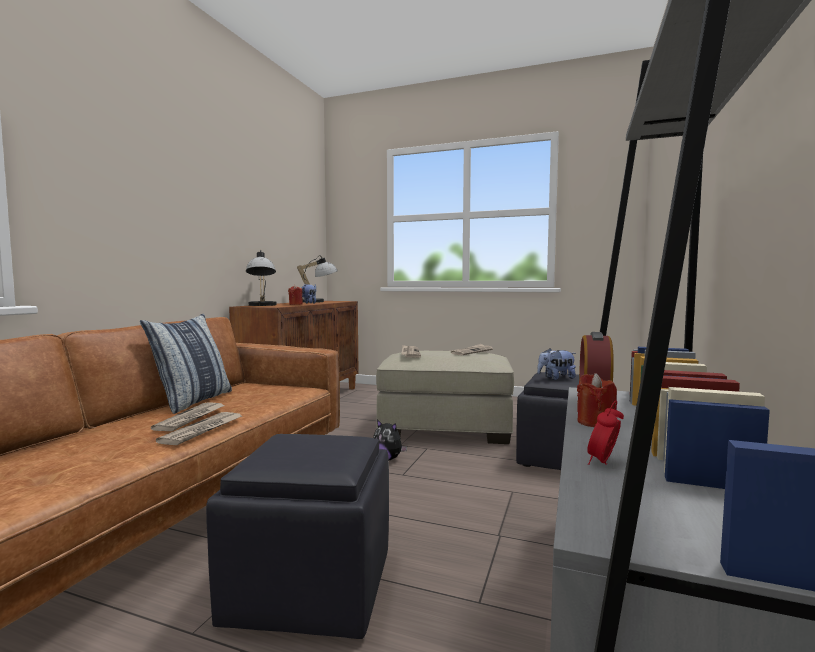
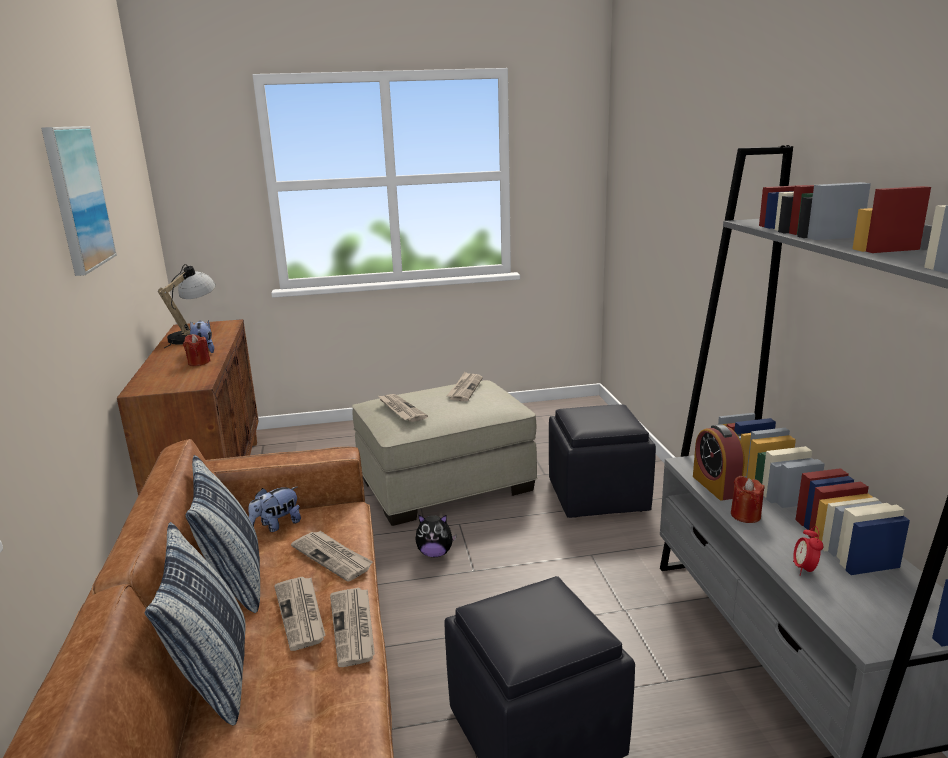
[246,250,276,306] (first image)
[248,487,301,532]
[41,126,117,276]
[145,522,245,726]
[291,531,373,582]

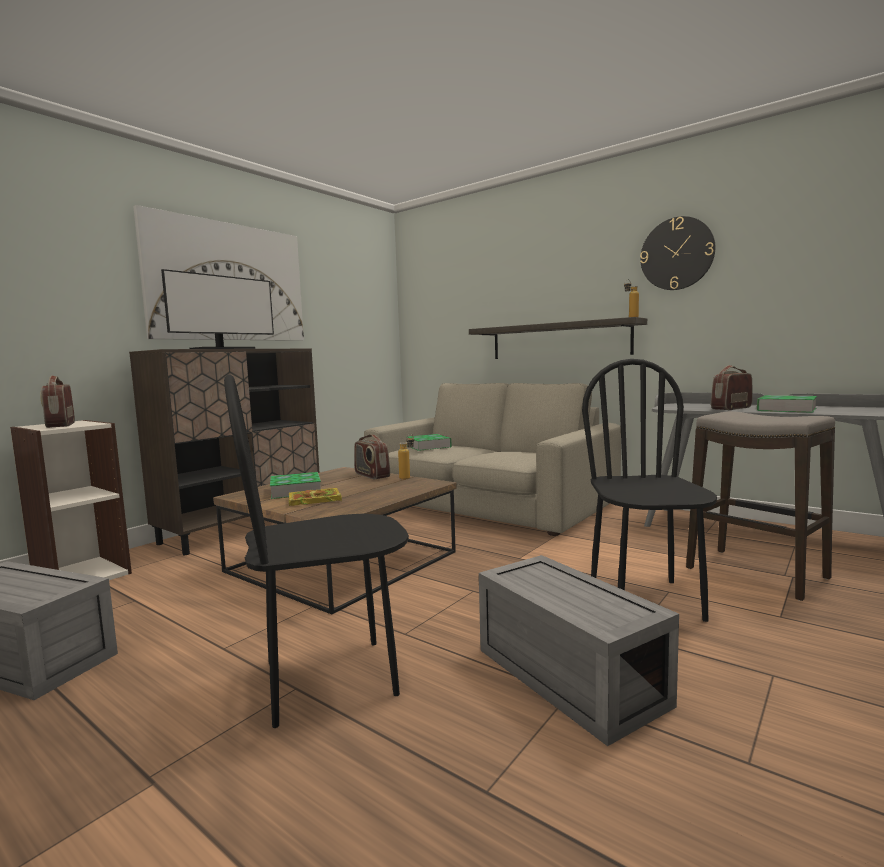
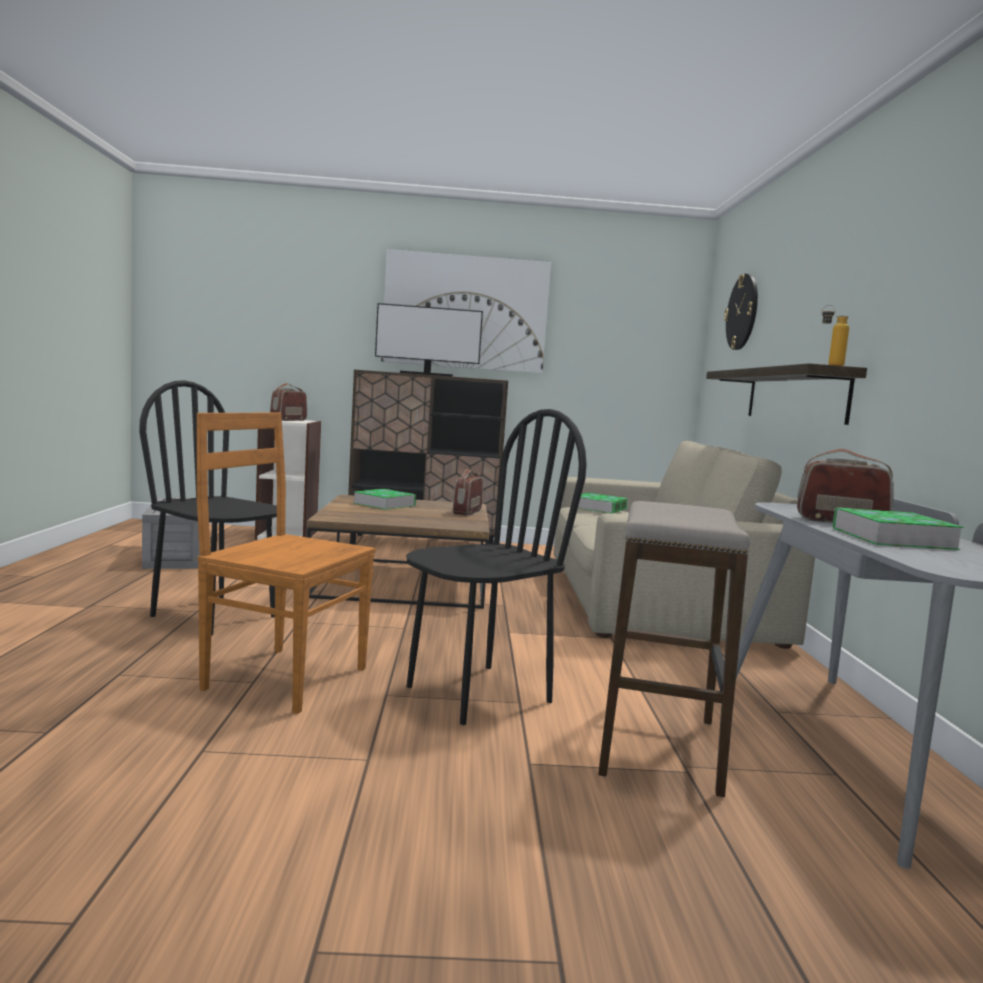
[724,274,758,350]
[398,434,414,480] (first image)
[289,488,342,506] (first image)
[197,413,376,714]

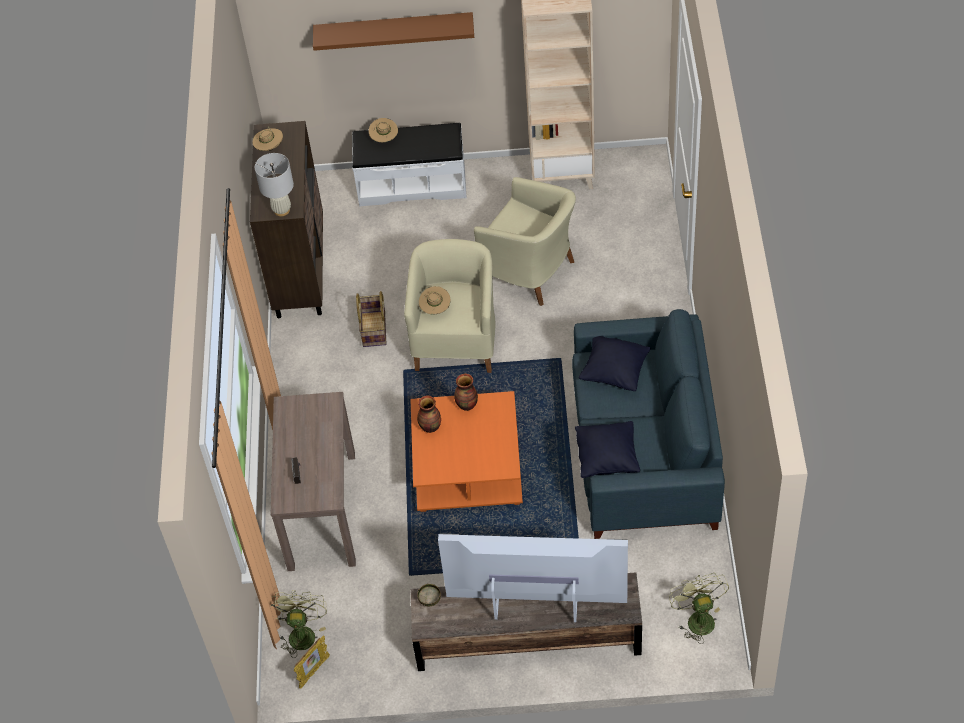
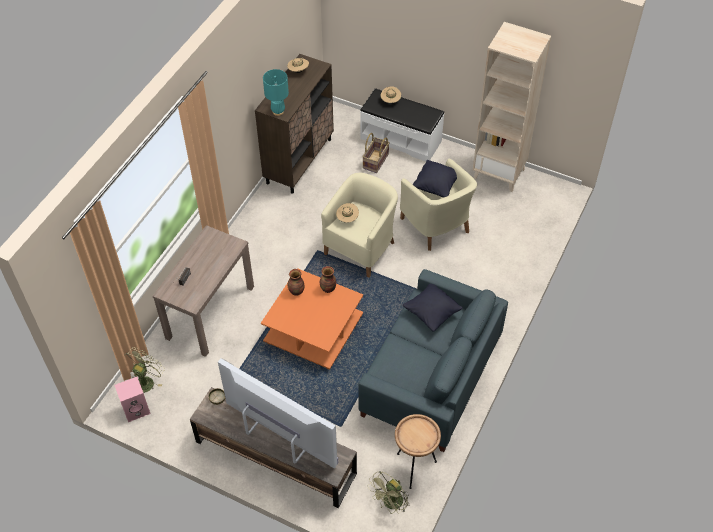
[313,12,474,51] (first image)
[263,69,289,116]
[362,133,390,173]
[413,160,457,198]
[368,471,410,514]
[115,377,151,422]
[395,414,441,489]

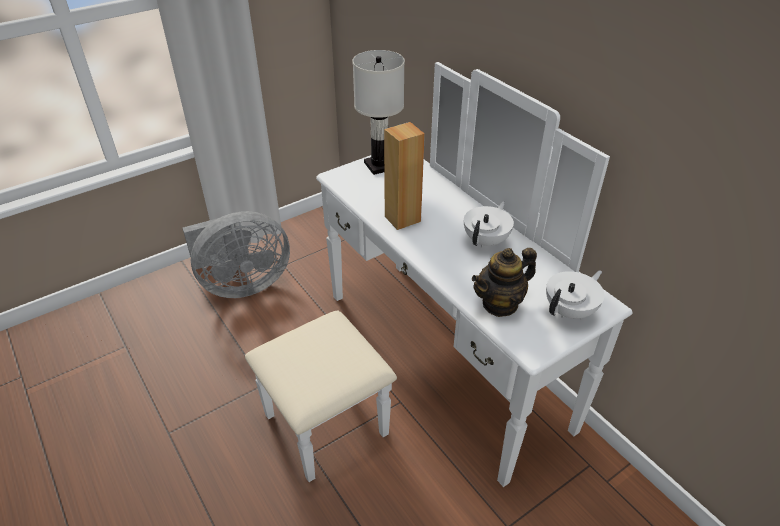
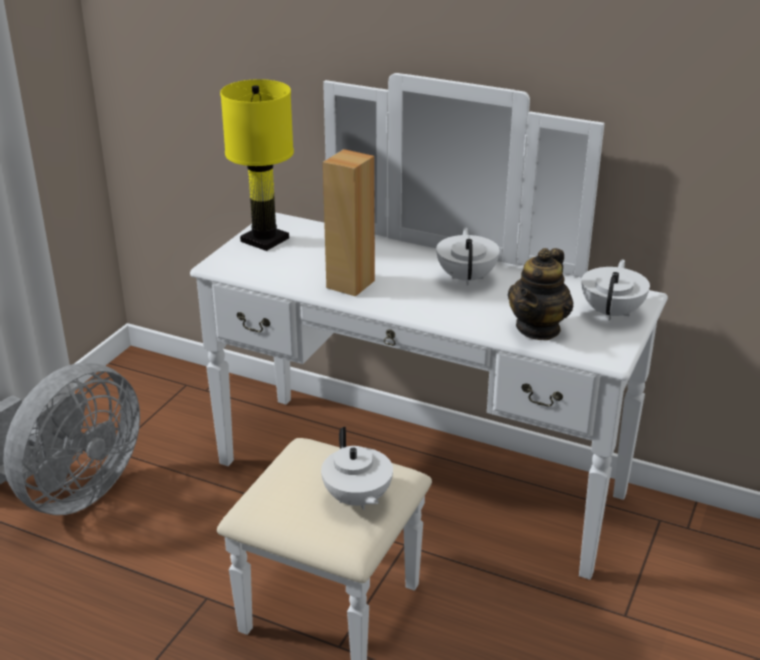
[220,79,294,251]
[321,427,393,510]

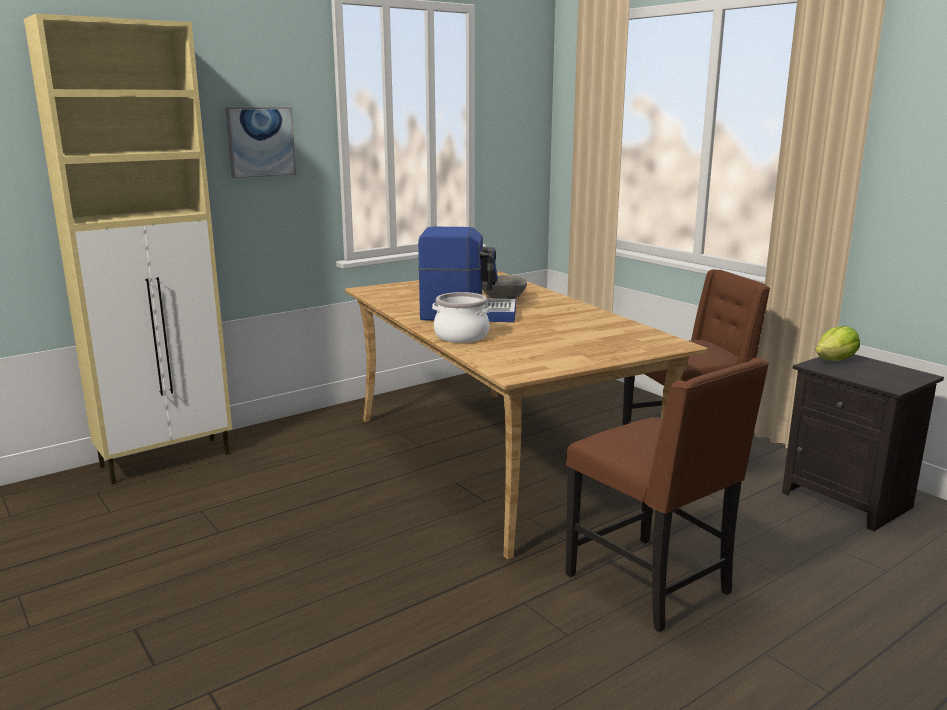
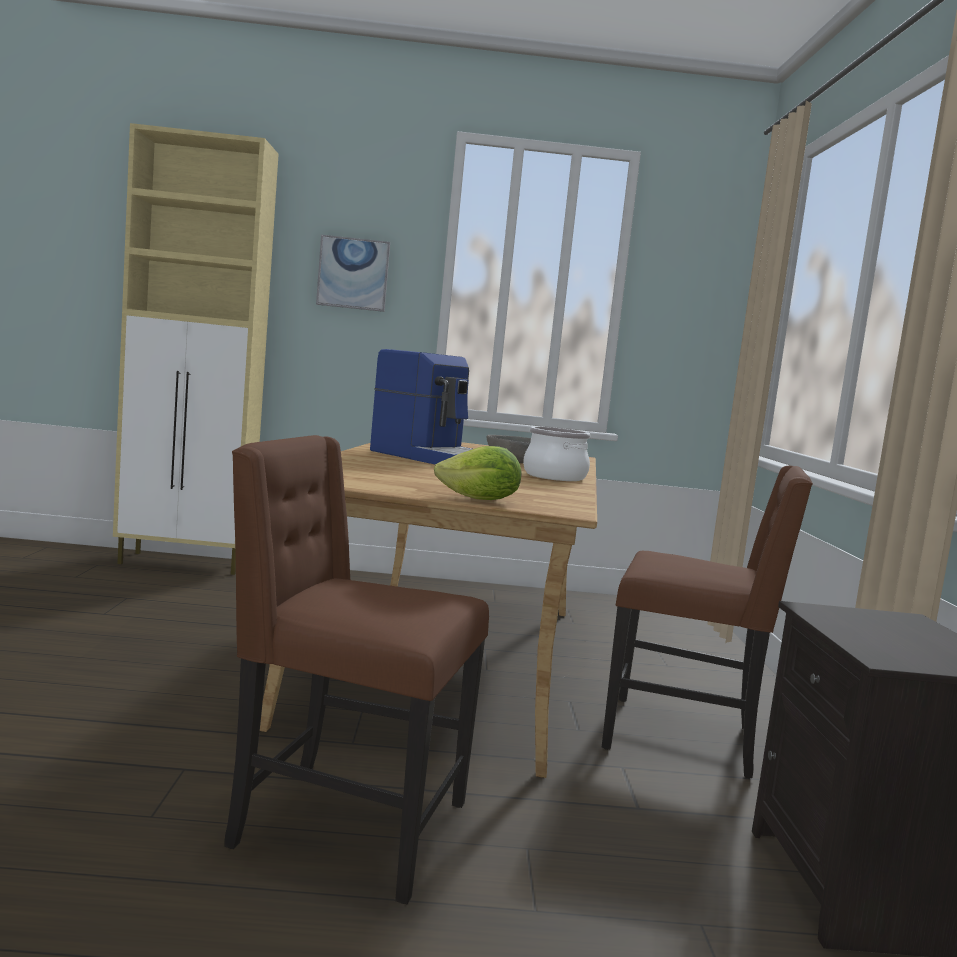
[523,426,590,481]
[434,446,522,500]
[224,435,489,905]

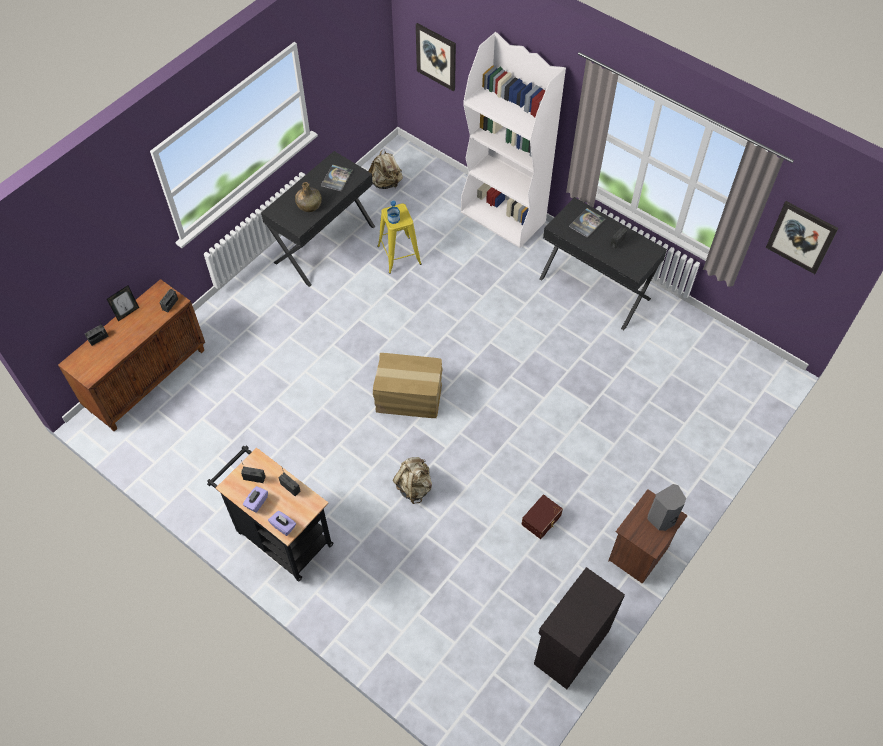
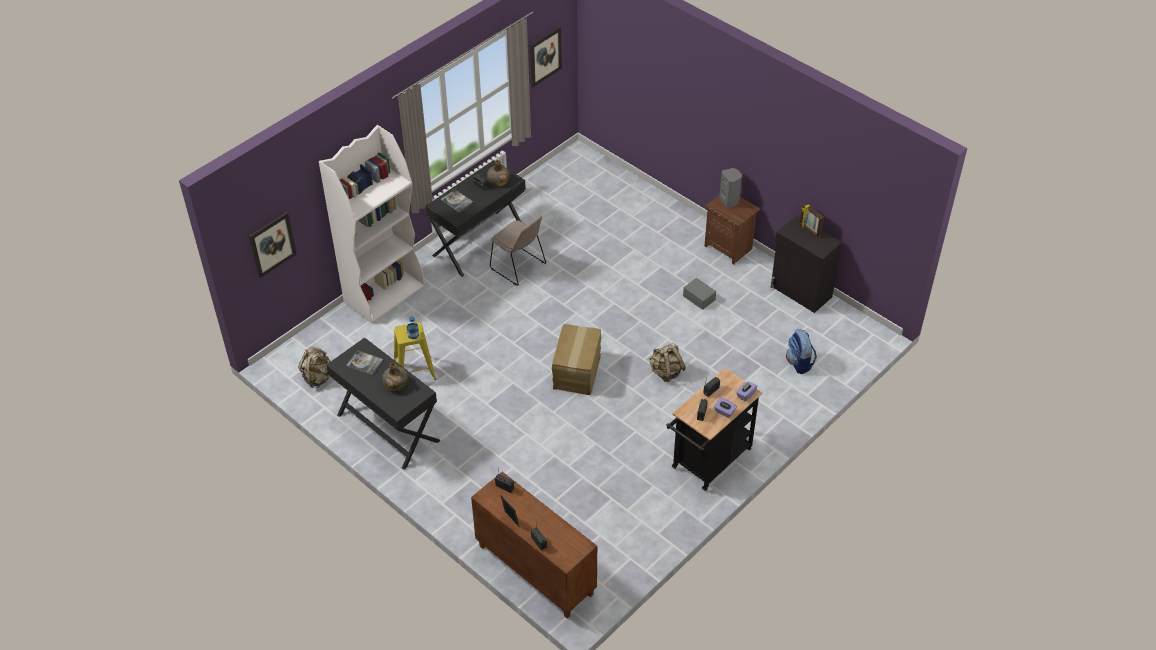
[683,278,716,310]
[487,160,510,187]
[799,202,824,238]
[490,215,546,286]
[786,329,817,374]

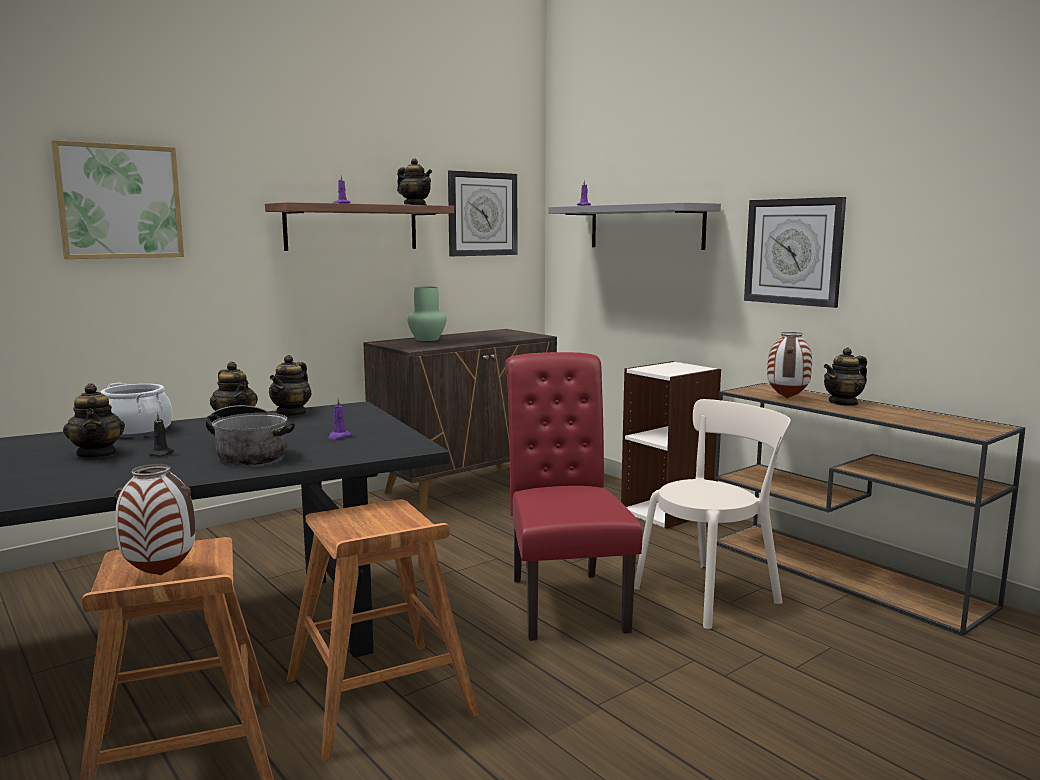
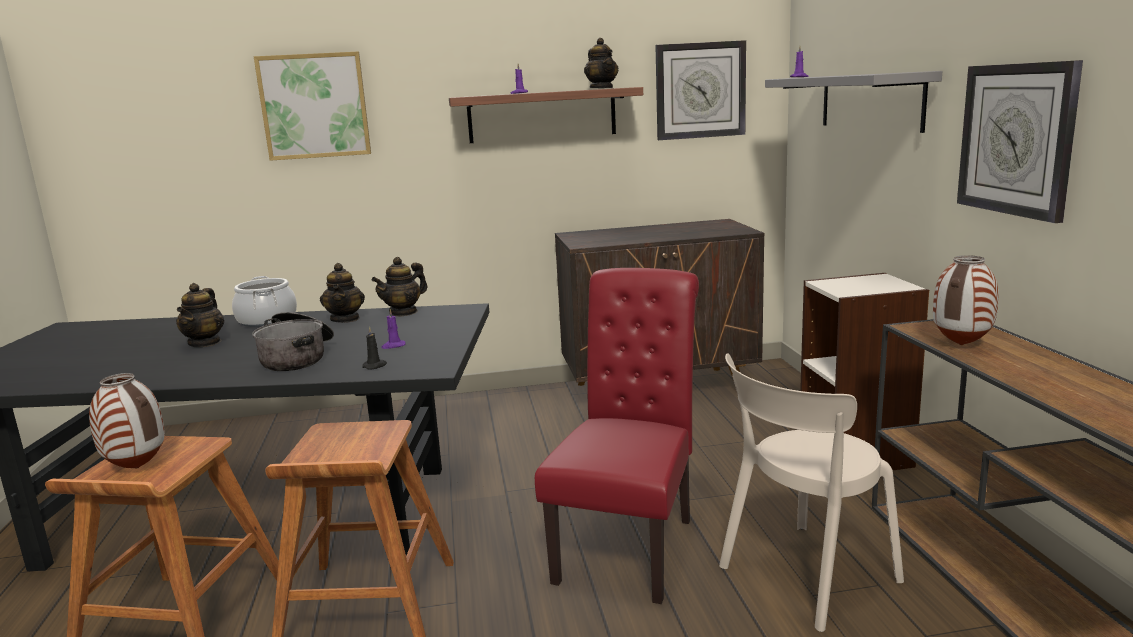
[407,287,447,341] (first image)
[824,348,867,406] (first image)
[719,353,904,632]
[362,326,387,370]

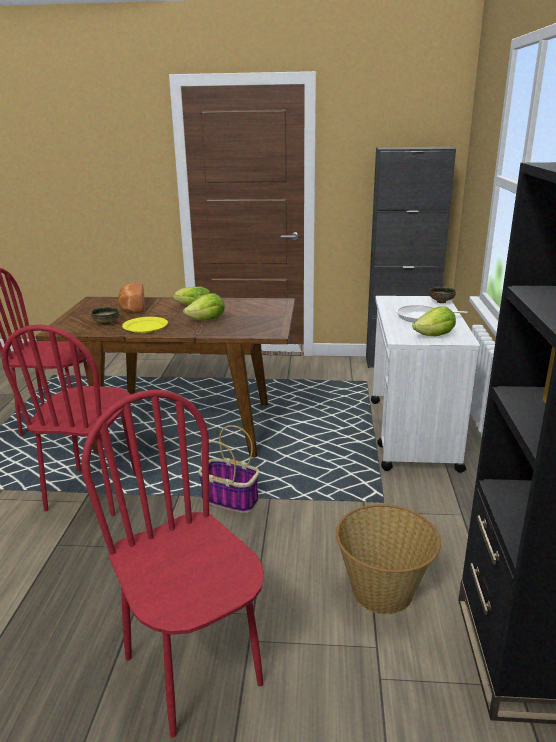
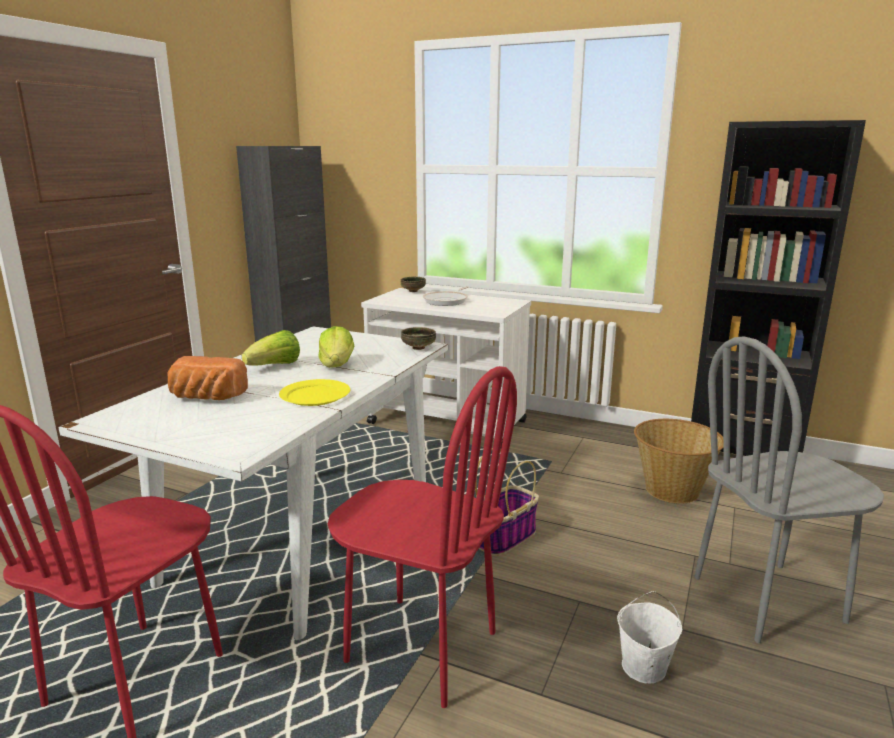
[58,326,448,640]
[412,306,456,336] (first image)
[401,327,436,350]
[695,336,884,643]
[617,591,682,683]

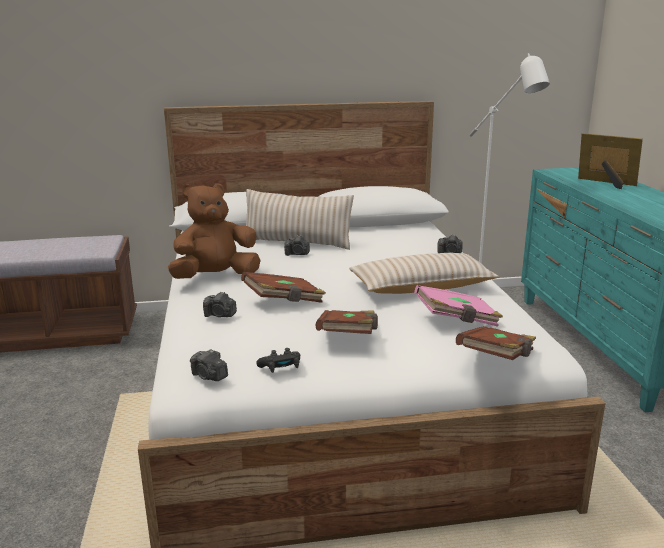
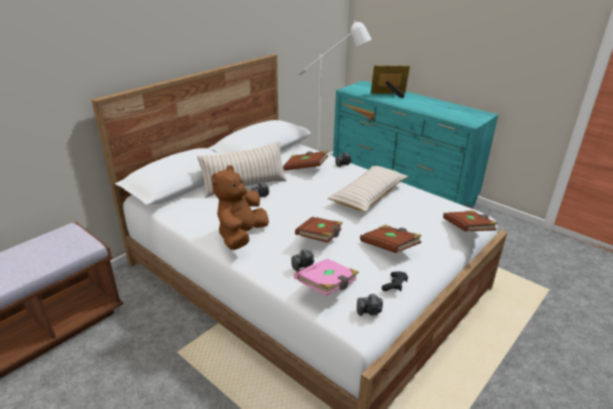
[294,258,359,296]
[283,150,328,171]

